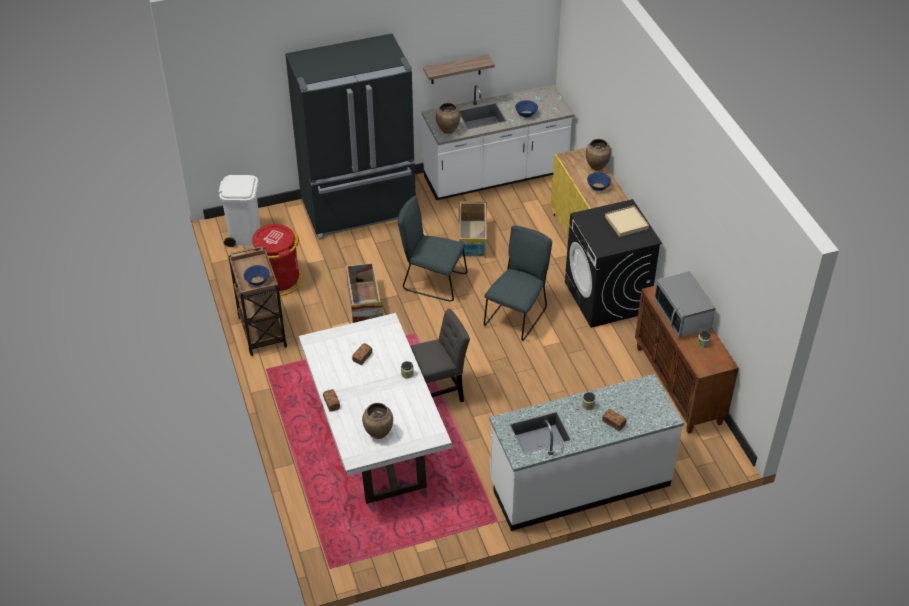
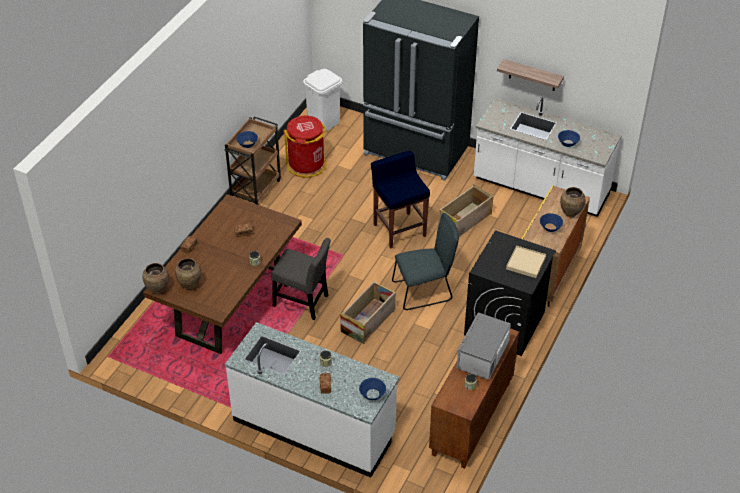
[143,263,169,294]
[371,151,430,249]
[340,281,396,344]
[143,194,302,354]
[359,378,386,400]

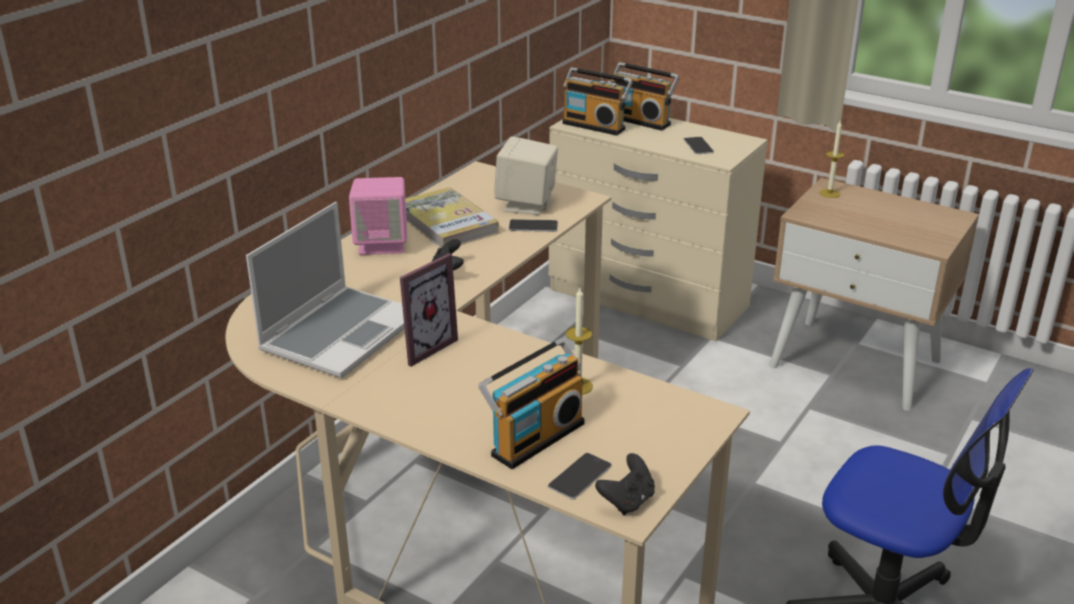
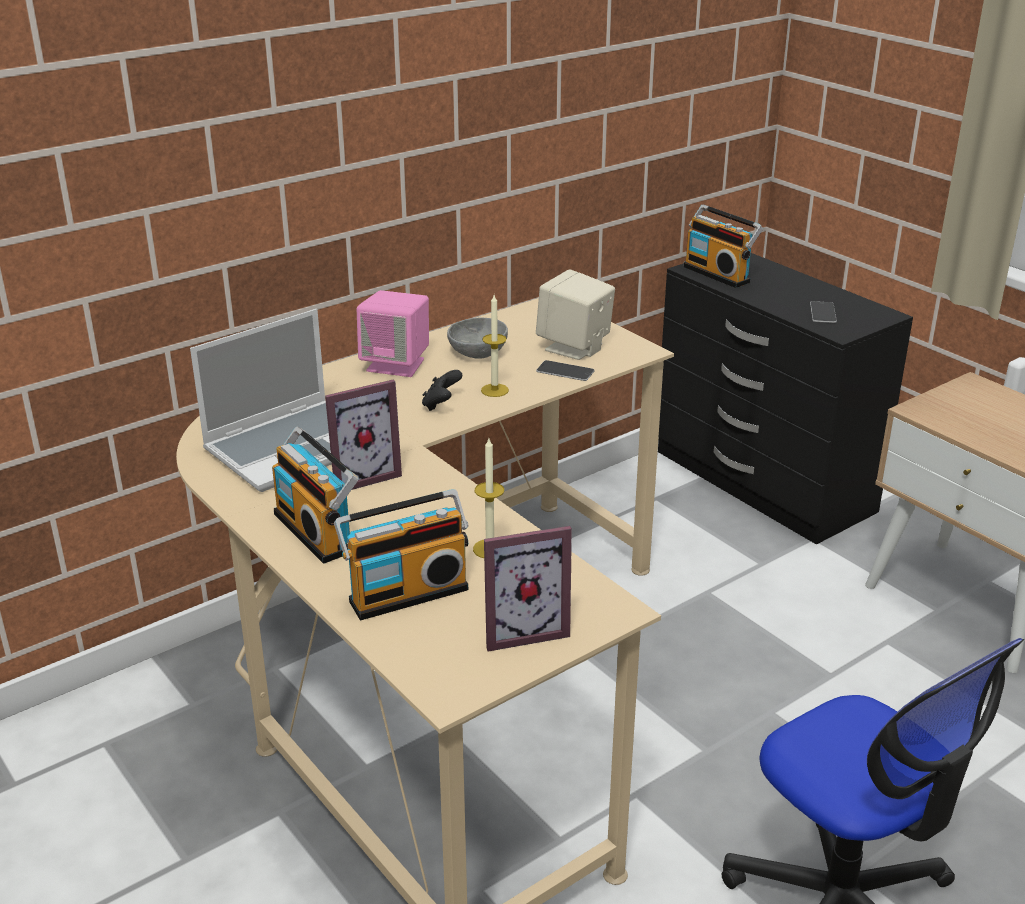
[272,427,359,564]
[658,253,913,545]
[481,295,509,397]
[447,317,508,359]
[548,453,612,499] (first image)
[595,453,655,515] (first image)
[484,526,572,652]

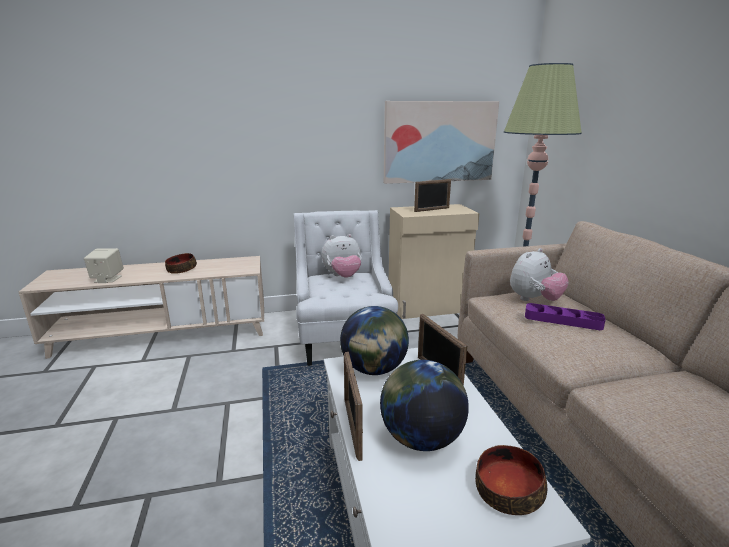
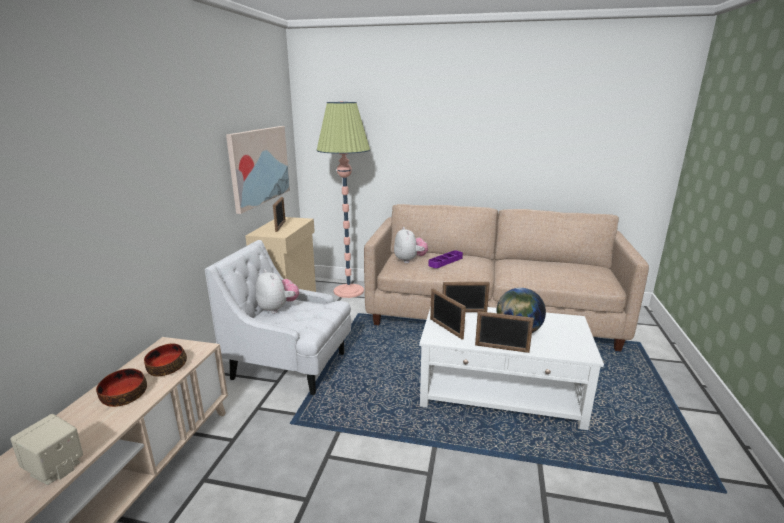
[256,269,299,314]
[430,289,466,339]
[144,344,187,376]

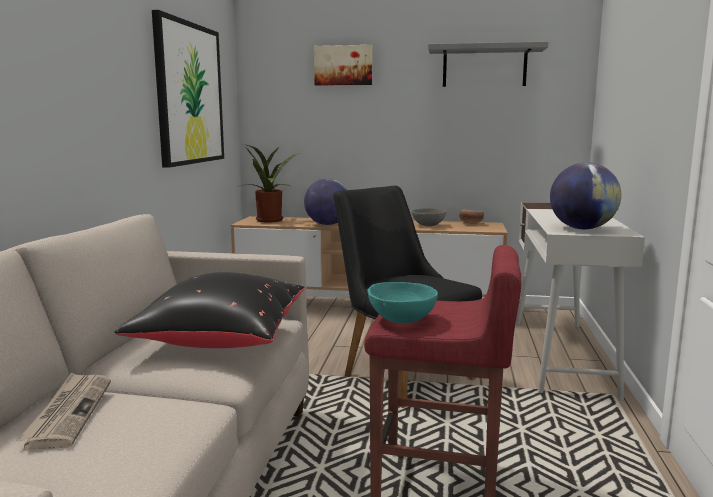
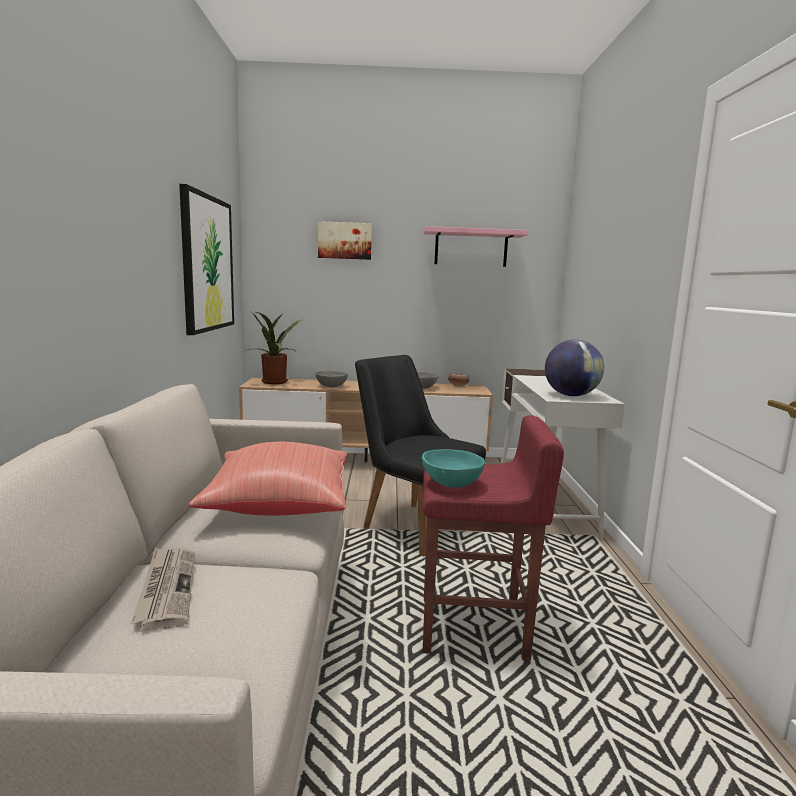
[423,226,529,267]
[315,371,348,387]
[189,442,348,516]

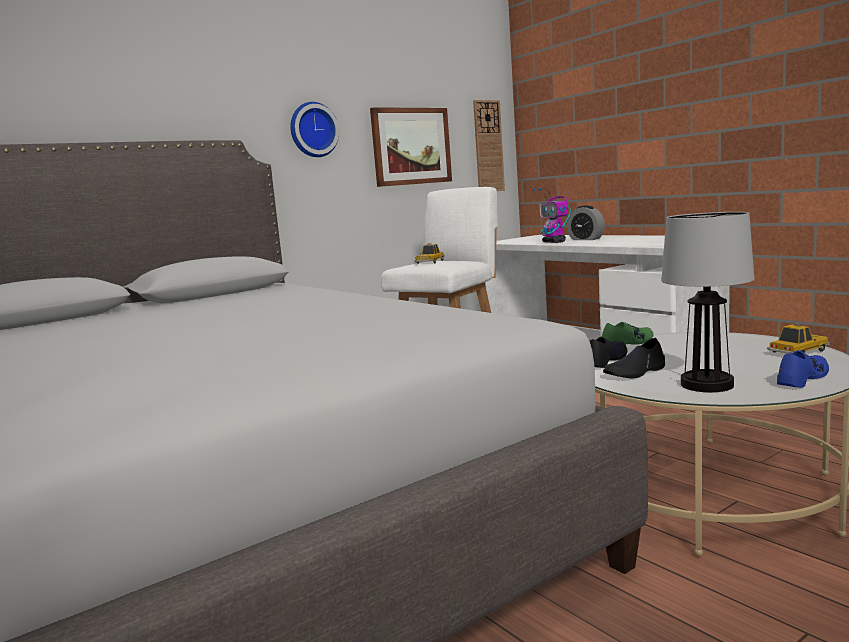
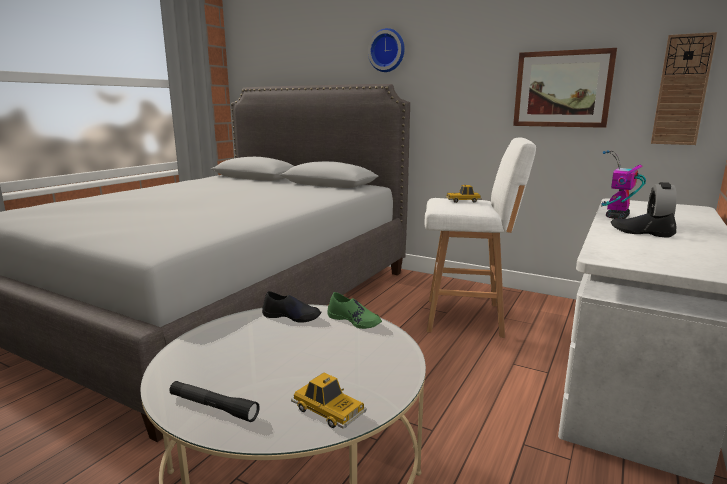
[368,28,405,72]
[661,212,755,392] (first image)
[611,213,676,237]
[170,381,260,422]

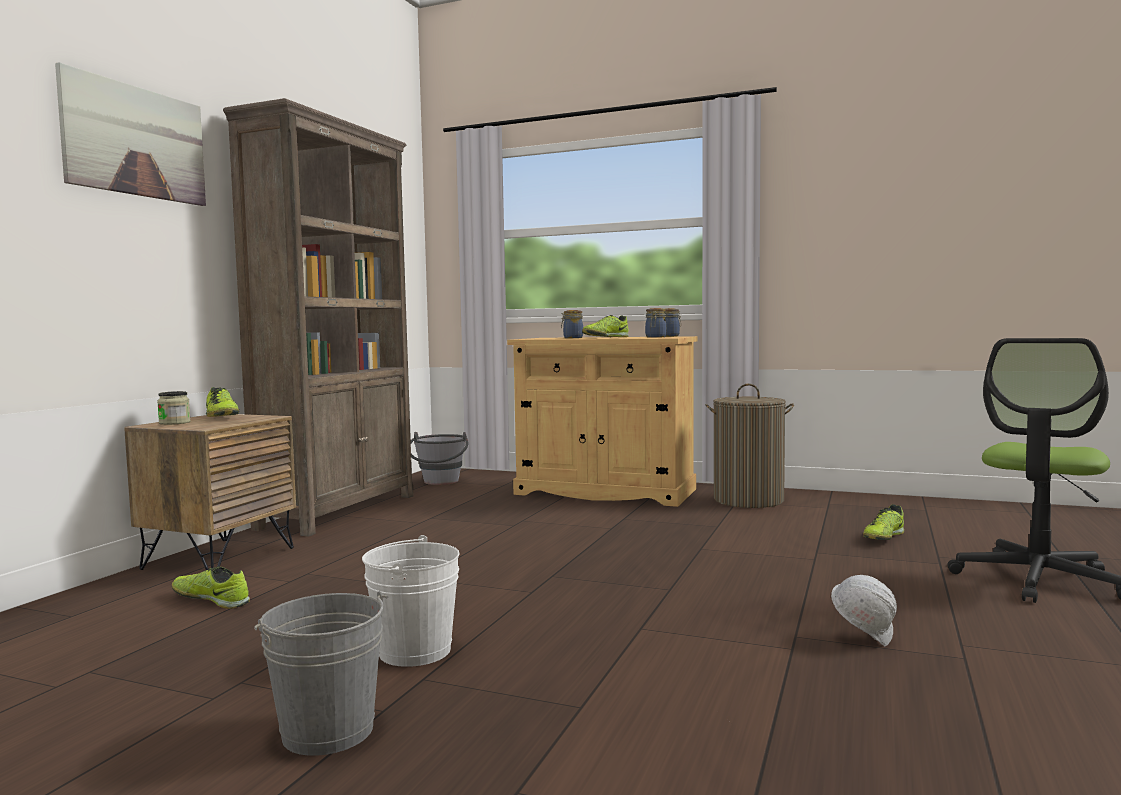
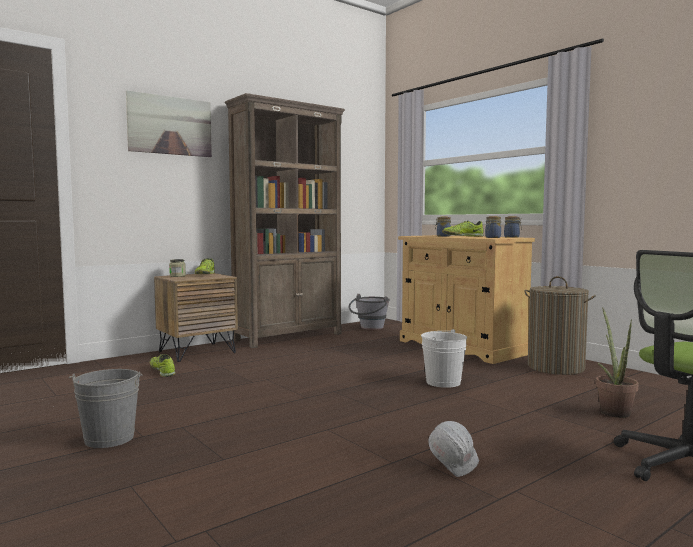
[596,307,639,418]
[421,329,467,388]

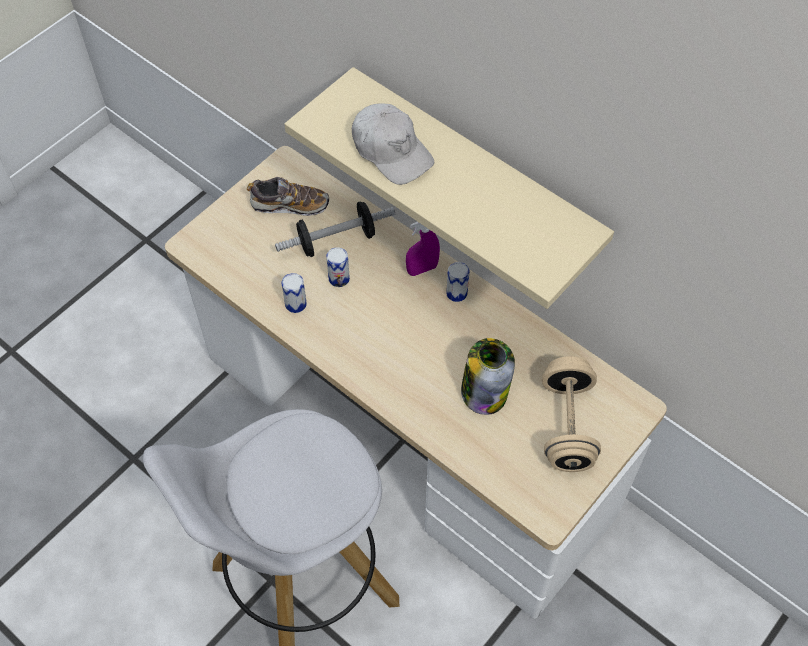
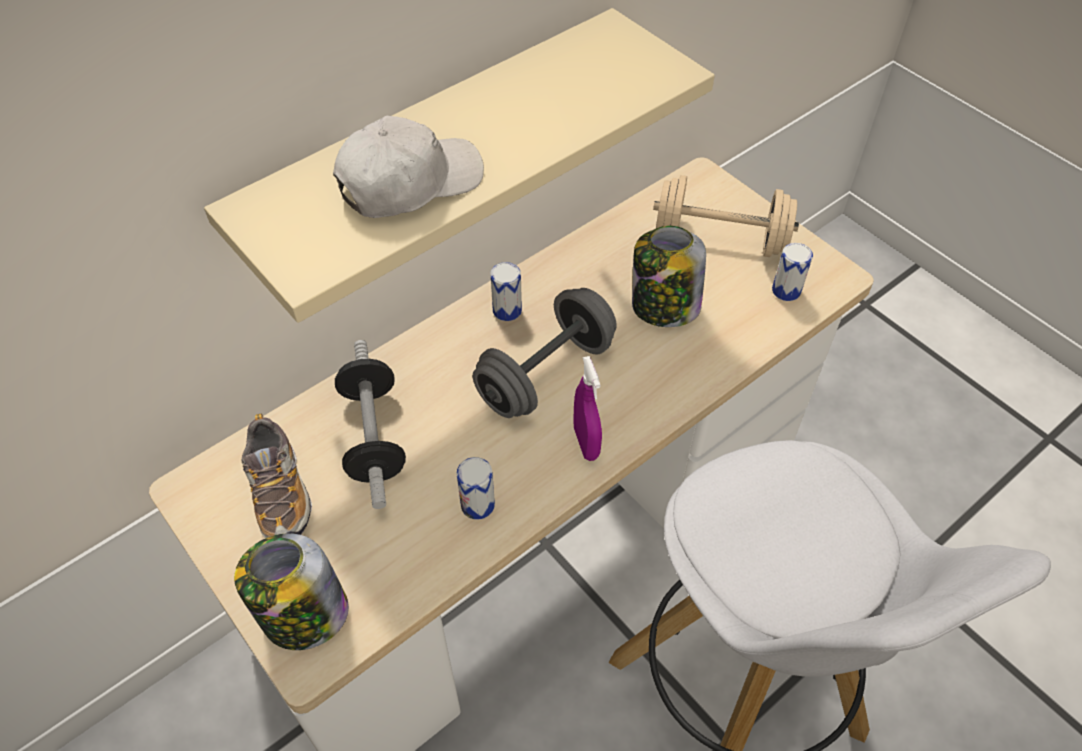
[242,414,312,538]
[574,356,602,461]
[772,243,813,301]
[473,288,617,418]
[234,533,349,650]

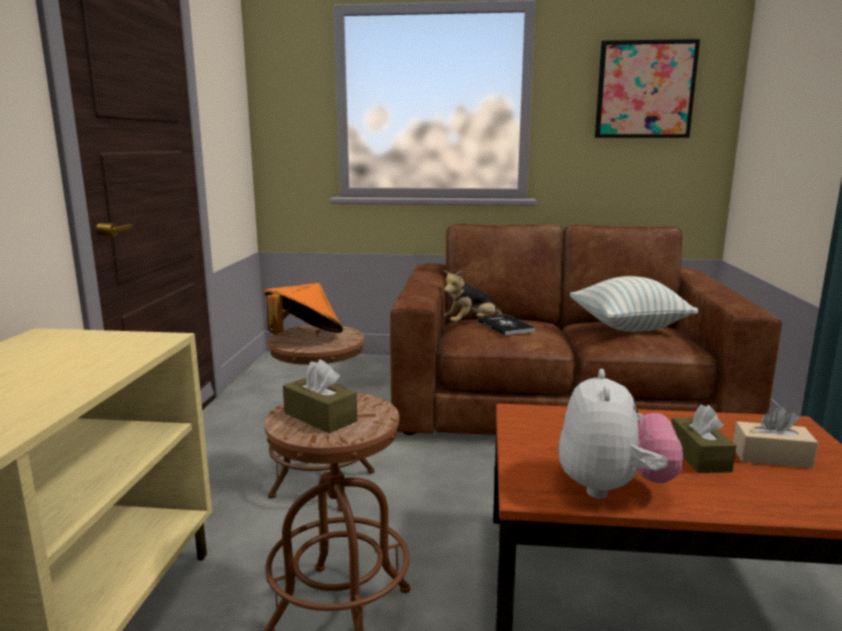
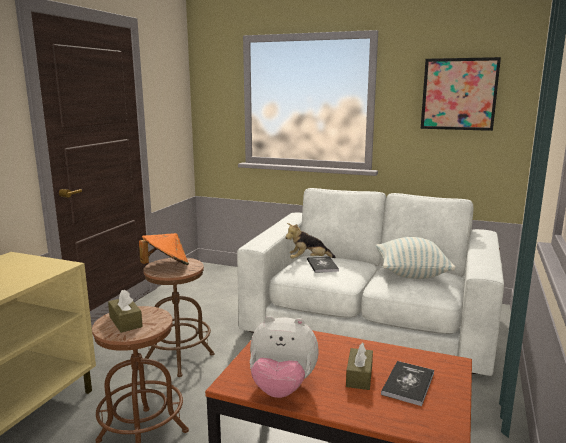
[237,188,504,376]
[250,316,319,398]
[381,361,434,406]

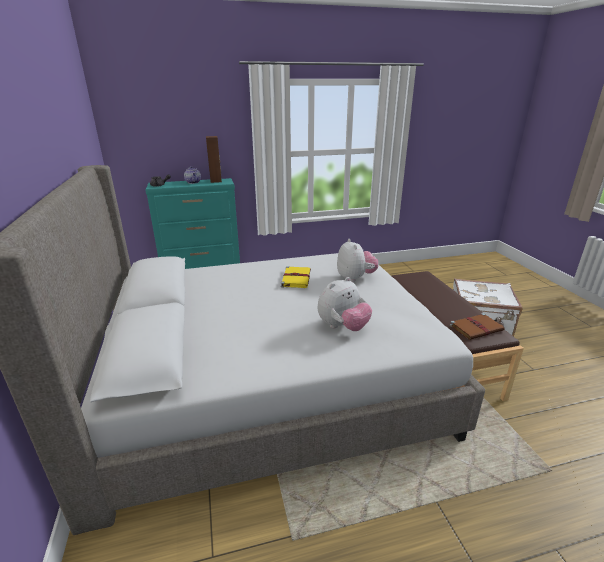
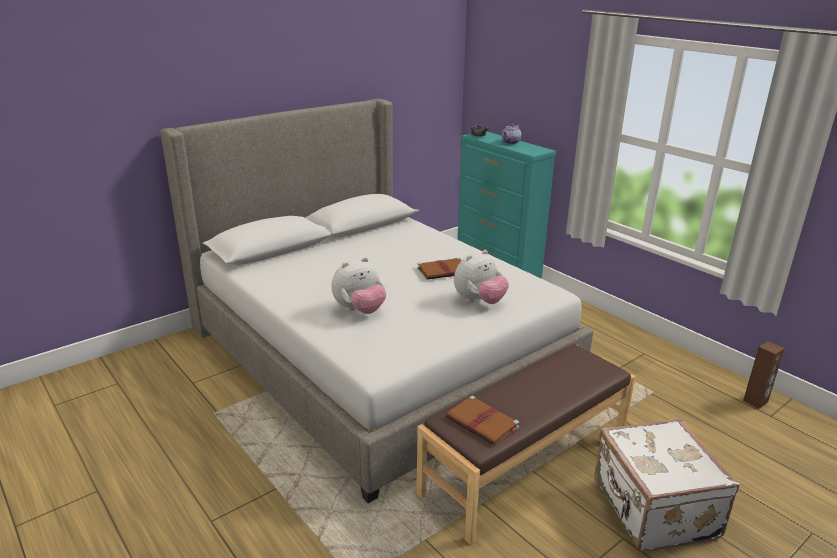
[743,341,785,409]
[418,257,462,280]
[331,257,386,314]

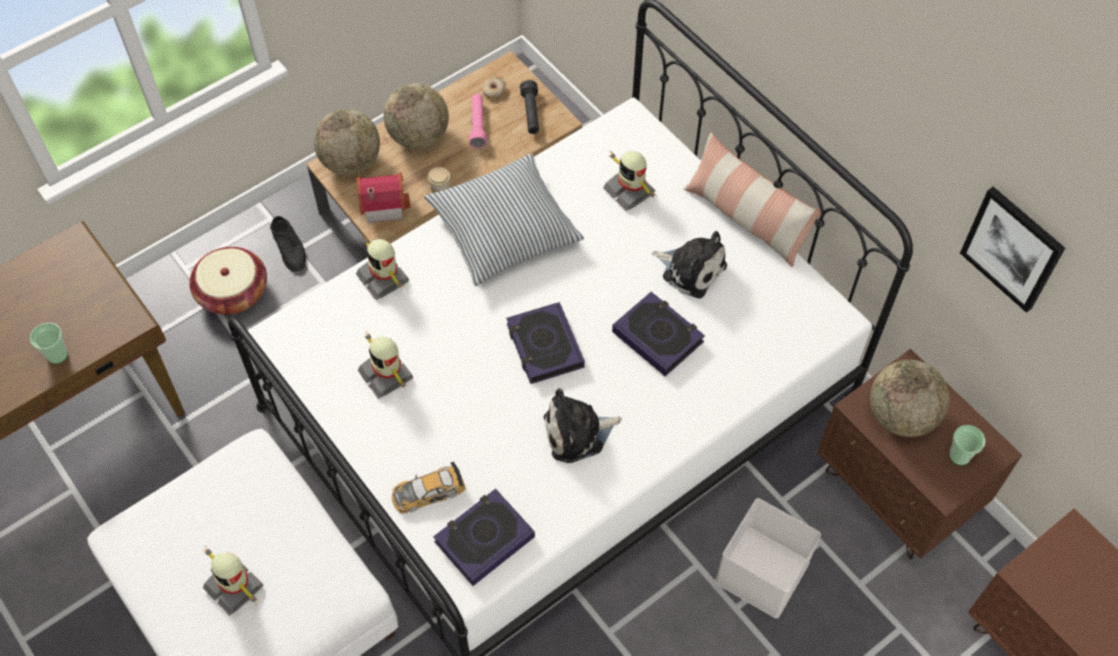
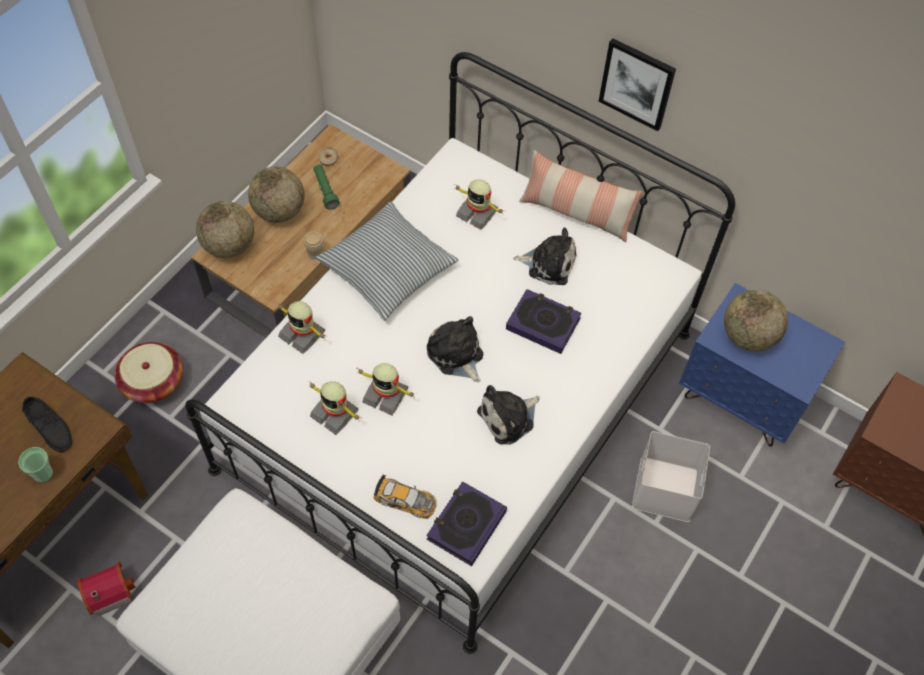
[520,80,539,134] (first image)
[313,165,340,210]
[77,562,136,616]
[598,38,676,131]
[22,397,72,452]
[427,316,483,382]
[679,283,845,446]
[949,425,986,465] (first image)
[374,474,436,519]
[356,363,415,416]

